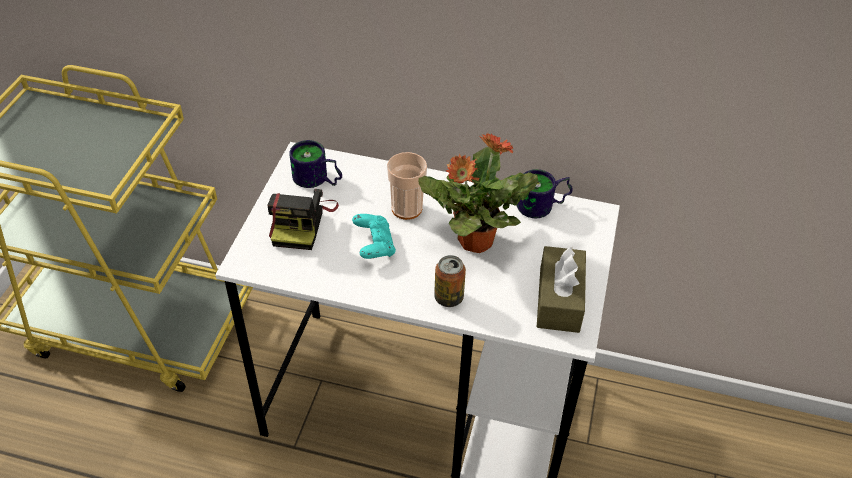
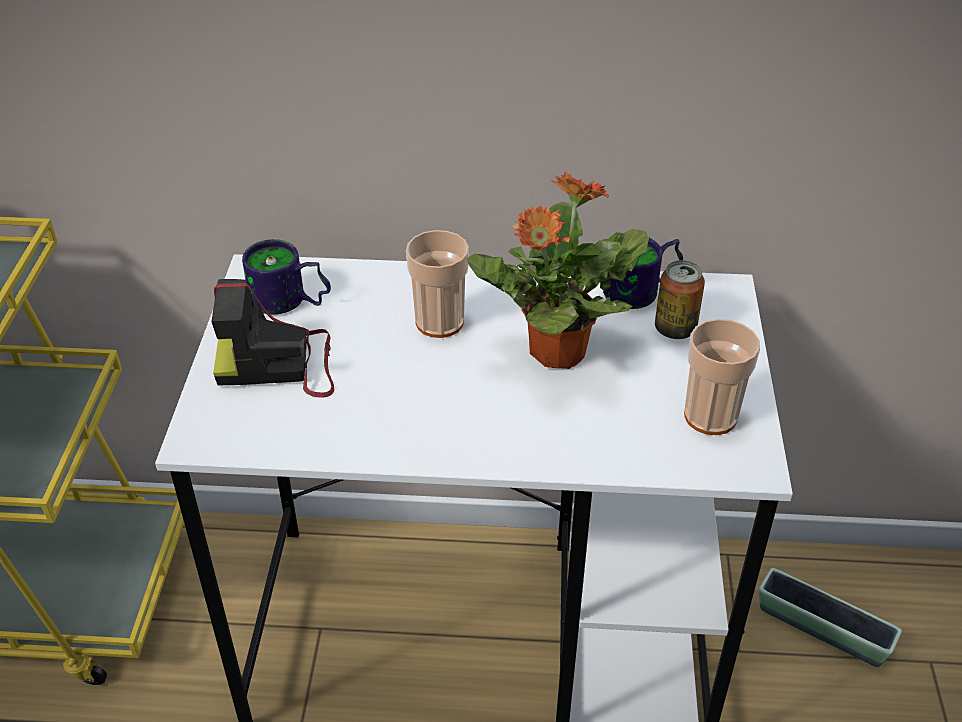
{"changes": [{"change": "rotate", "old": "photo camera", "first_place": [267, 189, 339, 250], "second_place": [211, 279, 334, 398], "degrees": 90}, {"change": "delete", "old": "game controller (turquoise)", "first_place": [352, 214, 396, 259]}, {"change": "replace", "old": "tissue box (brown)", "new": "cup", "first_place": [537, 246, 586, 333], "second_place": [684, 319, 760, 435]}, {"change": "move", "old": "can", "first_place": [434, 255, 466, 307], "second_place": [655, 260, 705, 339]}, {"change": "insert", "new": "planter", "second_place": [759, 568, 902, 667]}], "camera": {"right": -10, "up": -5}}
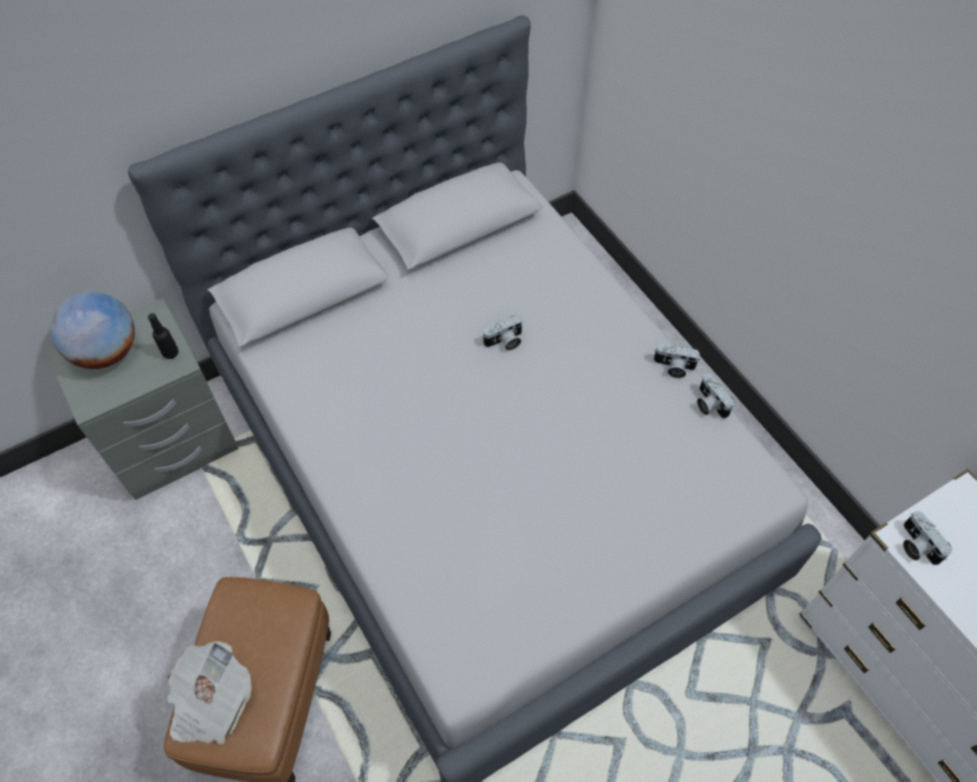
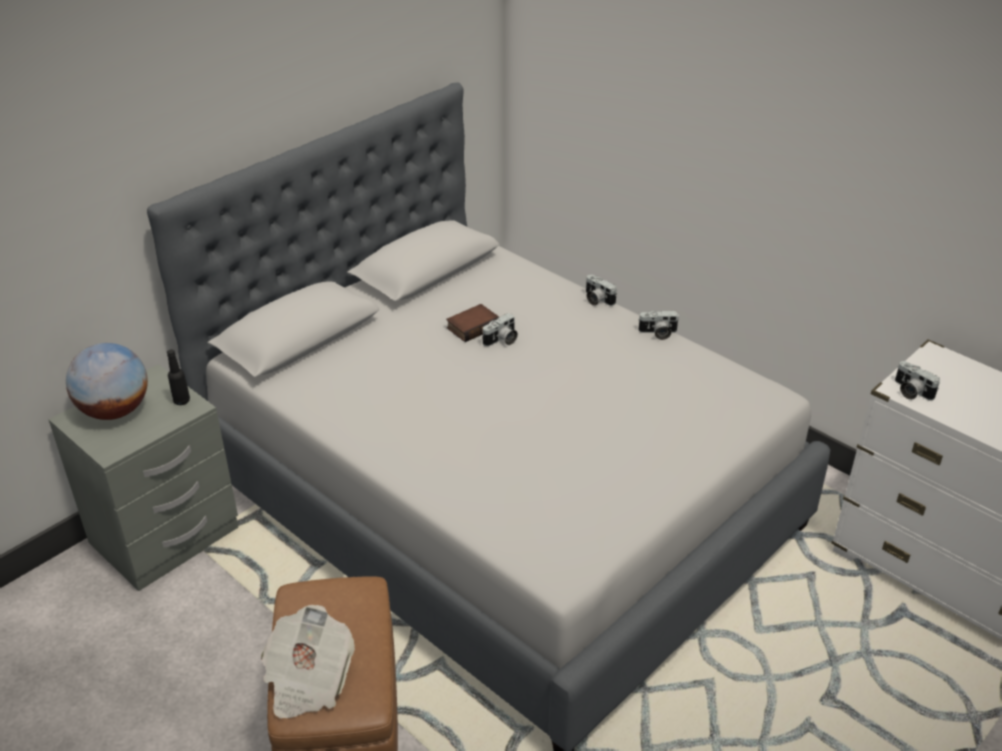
{"changes": [{"change": "move", "old": "photo camera", "first_place": [697, 374, 735, 419], "second_place": [586, 275, 617, 306]}, {"change": "insert", "new": "book", "second_place": [446, 304, 499, 342]}], "camera": {"right": -15, "up": -20}}
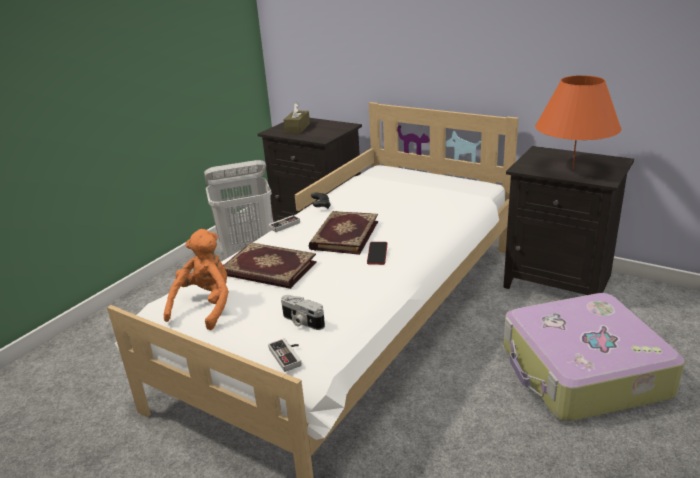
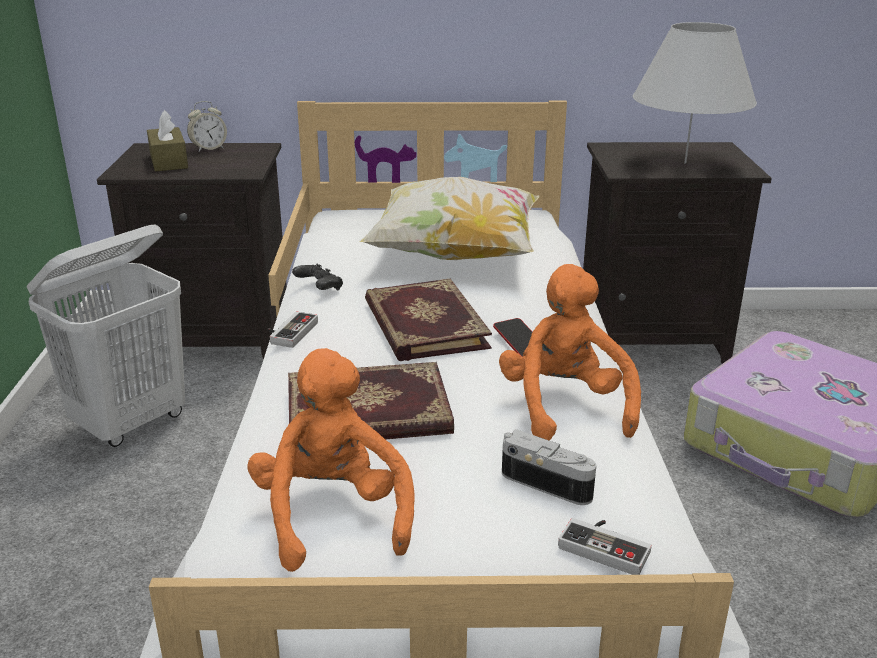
{"changes": [{"change": "recolor", "old": "table lamp (orange)", "new": "table lamp (white)", "first_place": [535, 75, 621, 169], "second_place": [633, 22, 757, 164]}, {"change": "rotate", "old": "photo camera", "first_place": [281, 295, 325, 330], "second_place": [502, 429, 596, 505], "degrees": -150}, {"change": "insert", "new": "alarm clock", "second_place": [187, 101, 227, 152]}, {"change": "insert", "new": "pillow", "second_place": [360, 177, 540, 260]}, {"change": "insert", "new": "plush toy (orange)", "second_place": [499, 264, 641, 440]}], "camera": {"right": -35, "up": 0}}
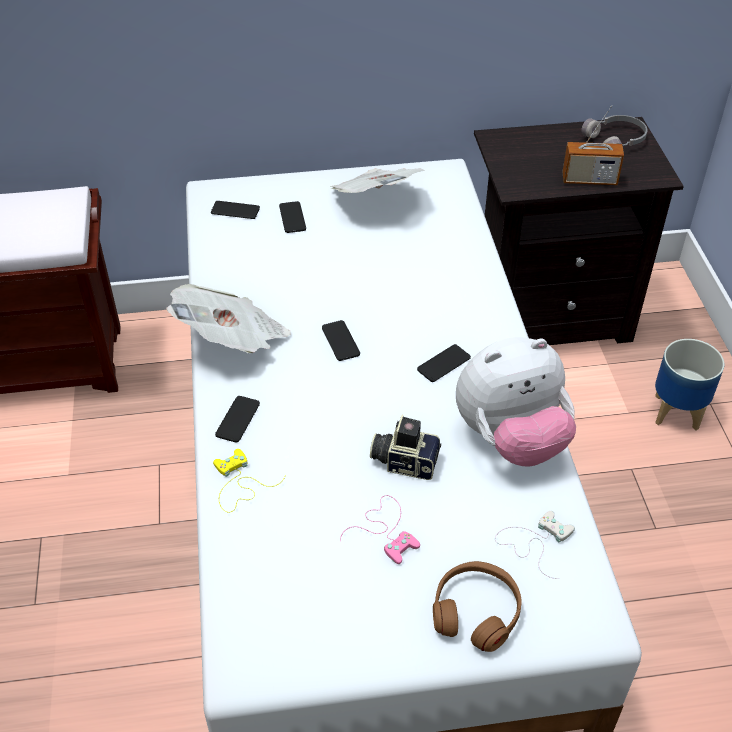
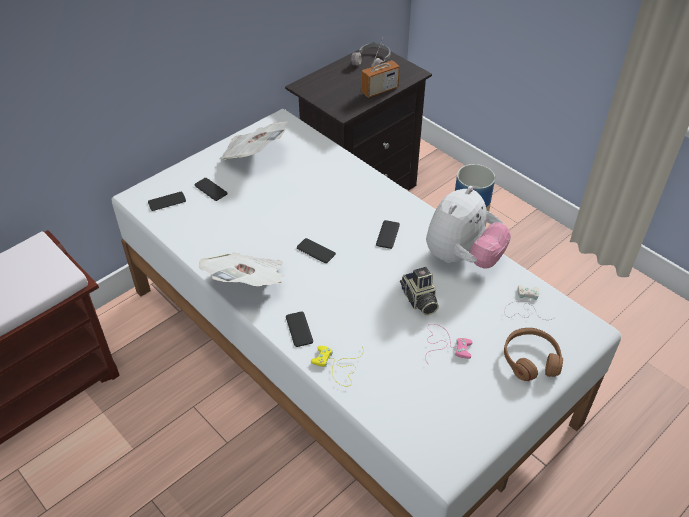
{"changes": [{"change": "rotate", "old": "photo camera", "first_place": [370, 415, 441, 480], "second_place": [400, 267, 439, 315], "degrees": -90}], "camera": {"right": -35, "up": 0}}
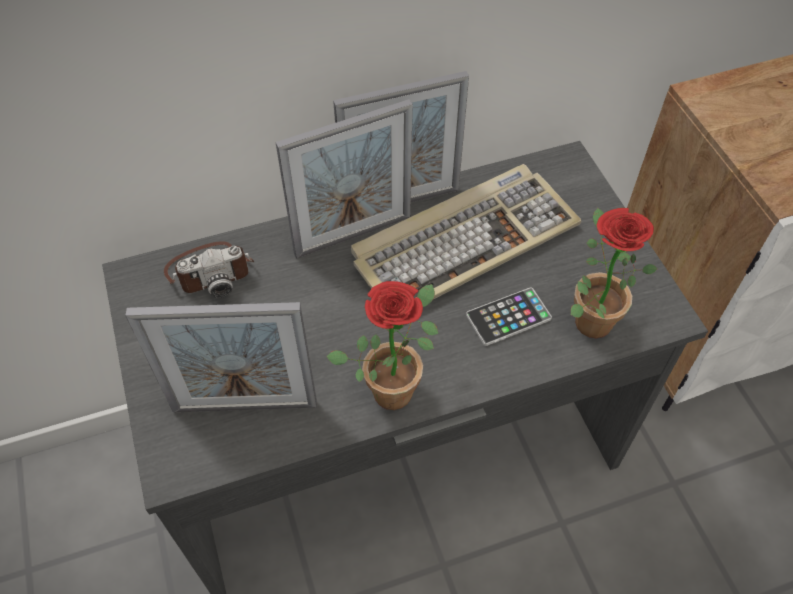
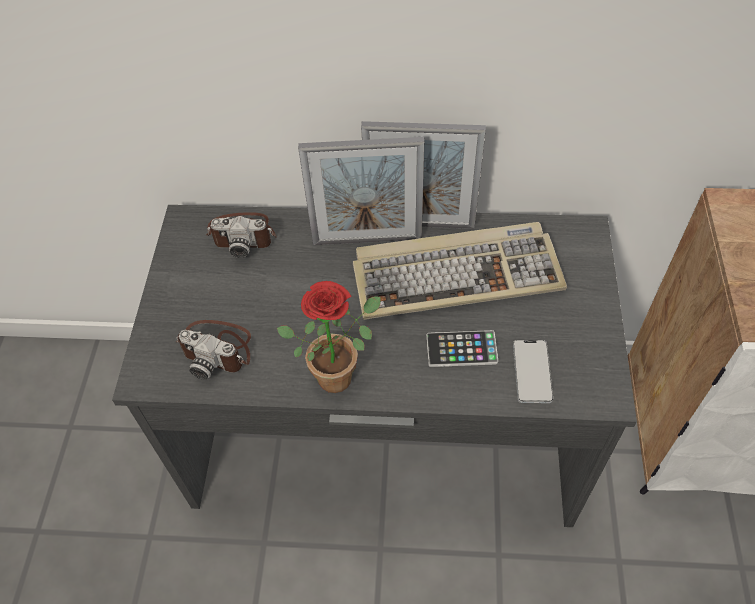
{"changes": [{"change": "replace", "old": "potted plant", "new": "phone", "first_place": [571, 208, 658, 338], "second_place": [513, 340, 553, 403]}, {"change": "replace", "old": "picture frame", "new": "photo camera", "first_place": [125, 302, 317, 412], "second_place": [175, 320, 251, 380]}], "camera": {"right": 25, "up": 0}}
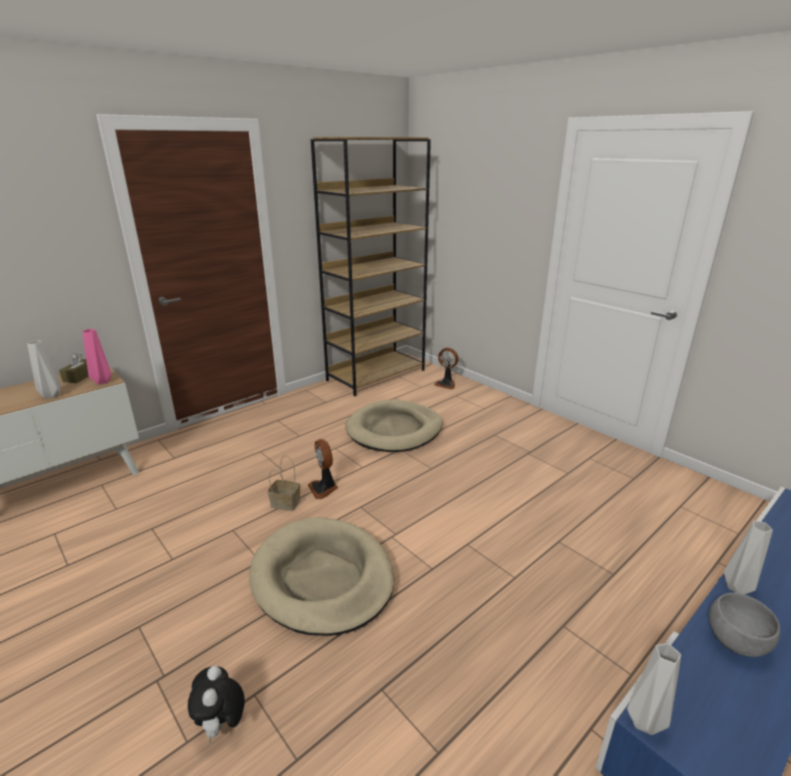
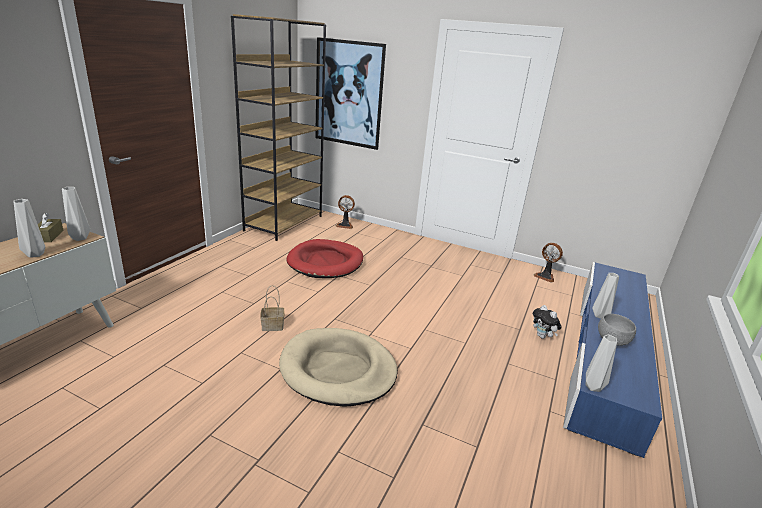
{"changes": [{"change": "recolor", "old": "vase (pink)", "new": "vase (grey)", "first_place": [82, 329, 111, 384], "second_place": [62, 187, 90, 241]}, {"change": "recolor", "old": "dog bed (beige)", "new": "dog bed (red)", "first_place": [345, 400, 443, 452], "second_place": [286, 239, 363, 278]}, {"change": "move", "old": "fan", "first_place": [308, 439, 338, 499], "second_place": [534, 243, 563, 282]}, {"change": "move", "old": "plush toy", "first_place": [188, 666, 245, 744], "second_place": [533, 305, 562, 339]}, {"change": "insert", "new": "picture", "second_place": [315, 37, 386, 150]}], "camera": {"right": -25, "up": 0}}
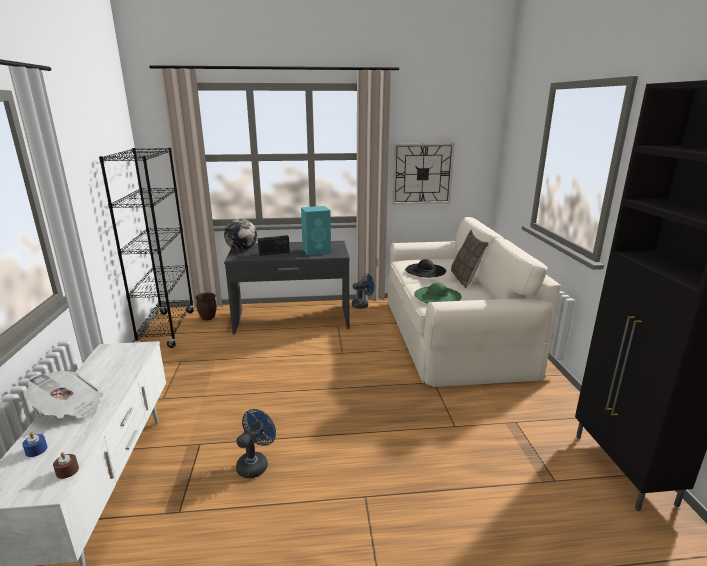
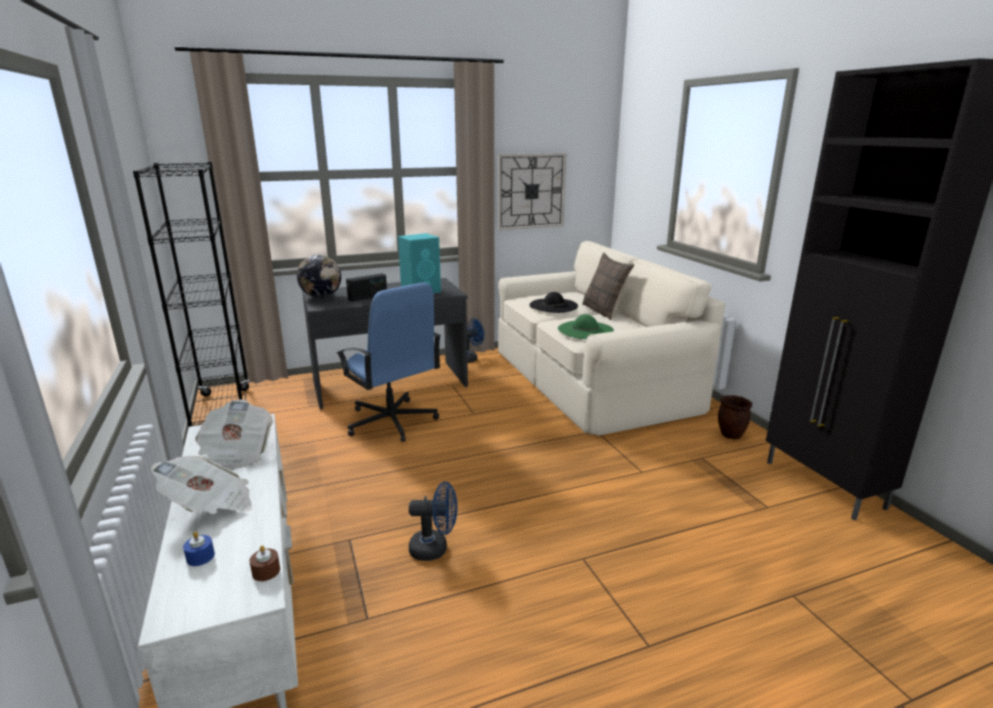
{"changes": [{"change": "move", "old": "planter (brown)", "first_place": [196, 292, 217, 320], "second_place": [718, 395, 752, 439]}, {"change": "rotate", "old": "fan (blue)", "first_place": [236, 409, 276, 478], "second_place": [409, 482, 457, 561], "degrees": 75}, {"change": "insert", "new": "office chair (blue)", "second_place": [337, 283, 441, 442]}, {"change": "insert", "new": "newspaper", "second_place": [195, 399, 273, 471]}], "camera": {"right": -15, "up": 0}}
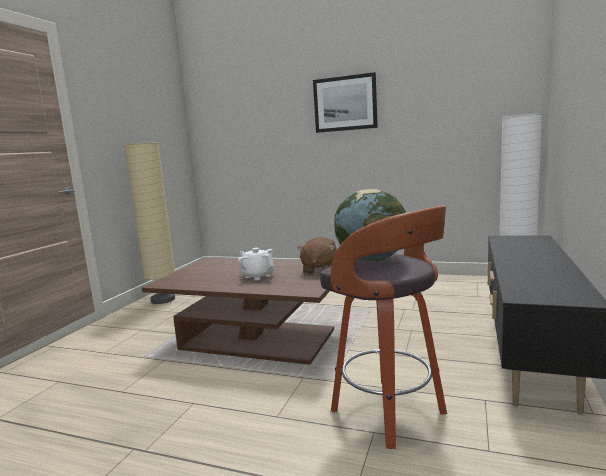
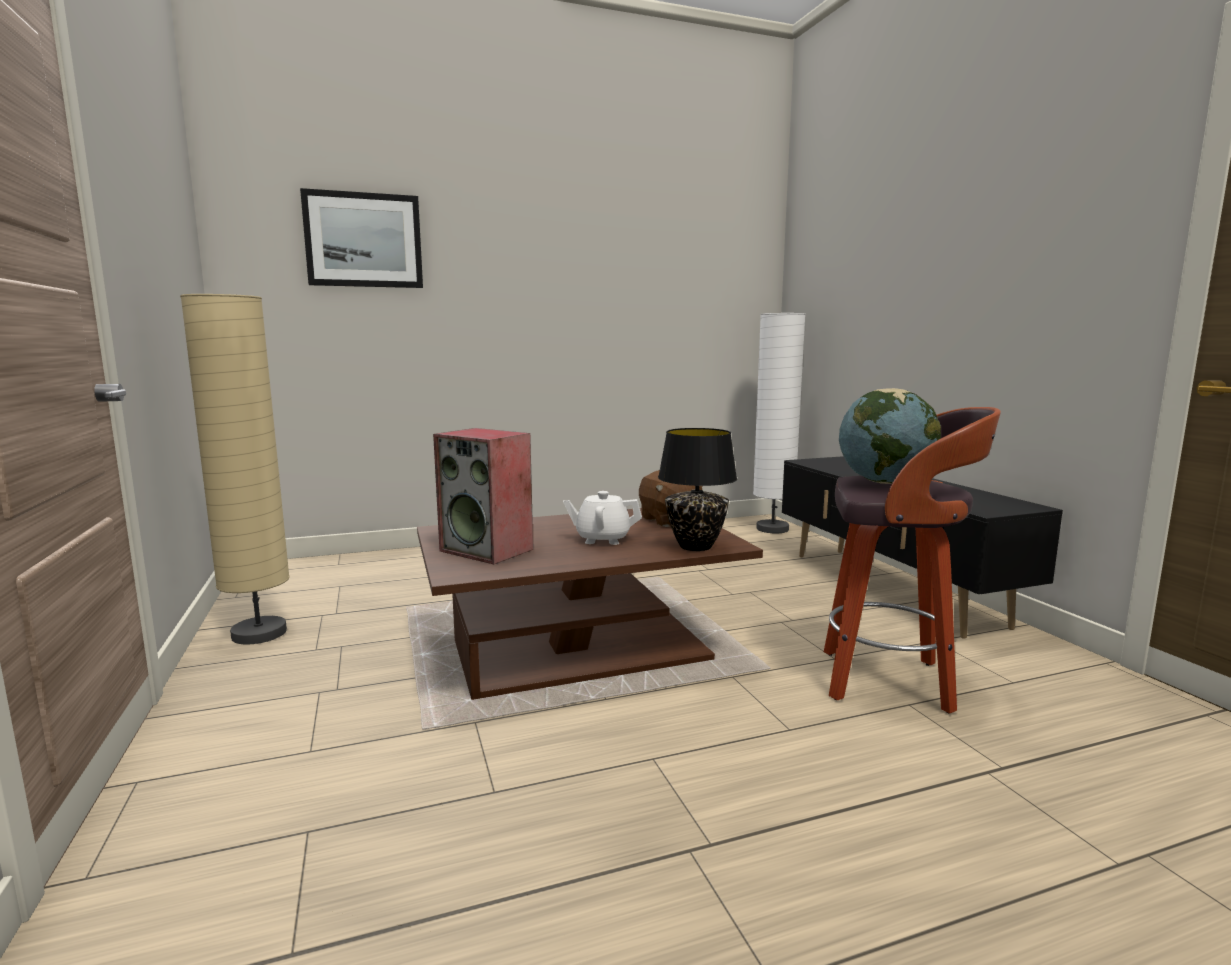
{"changes": [{"change": "move", "old": "picture", "first_place": [313, 72, 378, 133], "second_place": [300, 188, 423, 288]}, {"change": "insert", "new": "speaker", "second_place": [433, 428, 533, 564]}, {"change": "insert", "new": "table lamp (black)", "second_place": [658, 428, 737, 551]}], "camera": {"right": -40, "up": 0}}
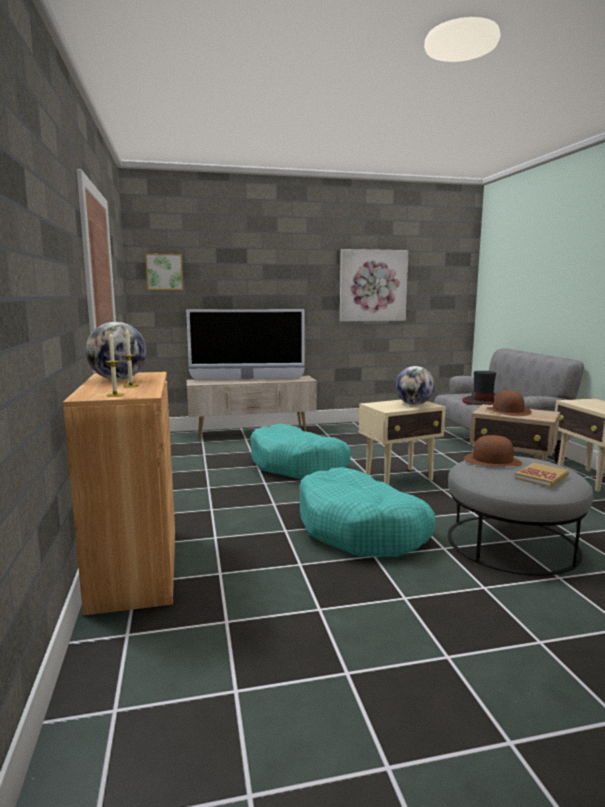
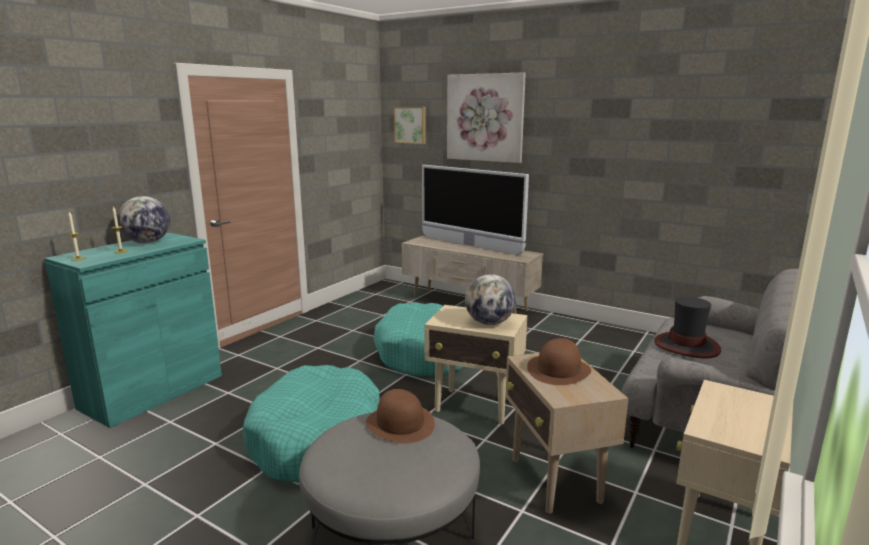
{"changes": [{"change": "move", "old": "picture", "first_place": [340, 249, 409, 321], "second_place": [447, 72, 526, 163]}, {"change": "recolor", "old": "cabinet (brown)", "new": "cabinet (turquoise)", "first_place": [63, 372, 175, 616], "second_place": [44, 233, 222, 428]}, {"change": "delete", "old": "book", "first_place": [515, 463, 569, 488]}], "camera": {"right": 45, "up": 5}}
